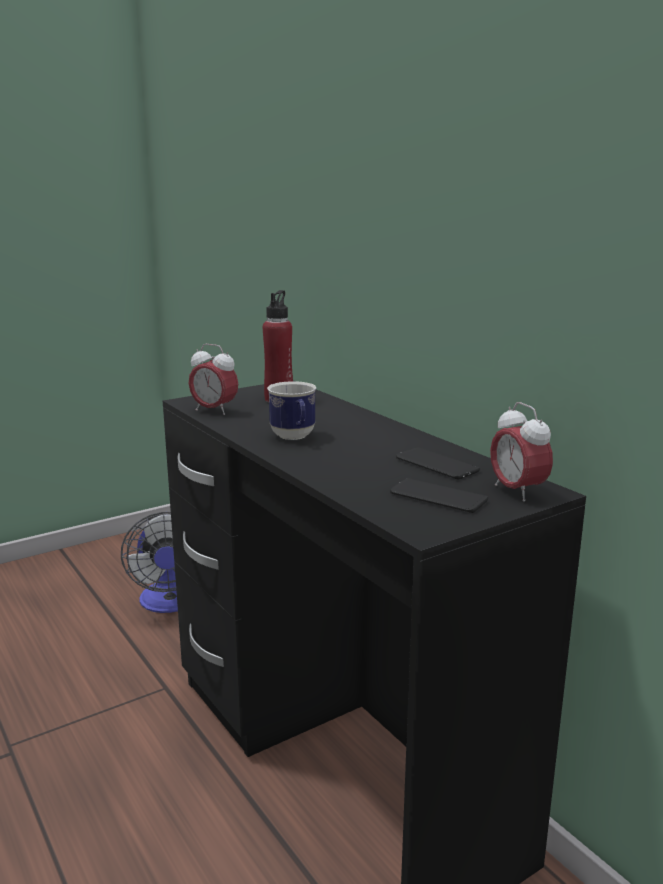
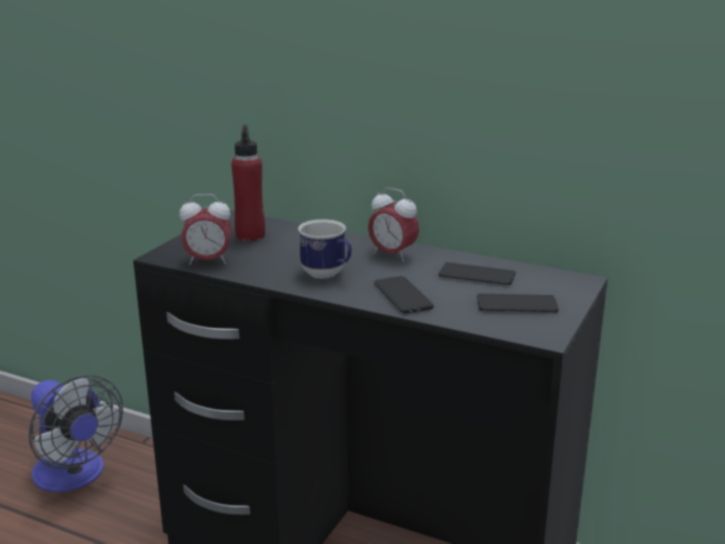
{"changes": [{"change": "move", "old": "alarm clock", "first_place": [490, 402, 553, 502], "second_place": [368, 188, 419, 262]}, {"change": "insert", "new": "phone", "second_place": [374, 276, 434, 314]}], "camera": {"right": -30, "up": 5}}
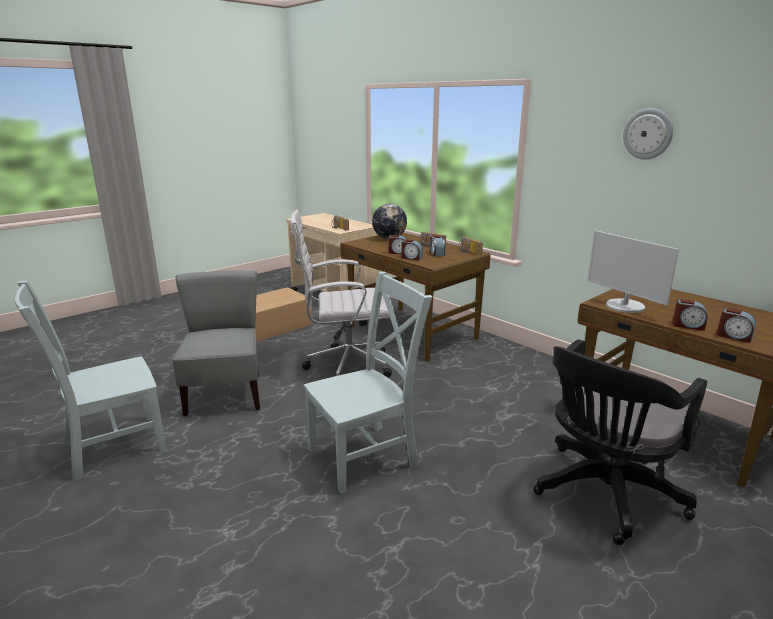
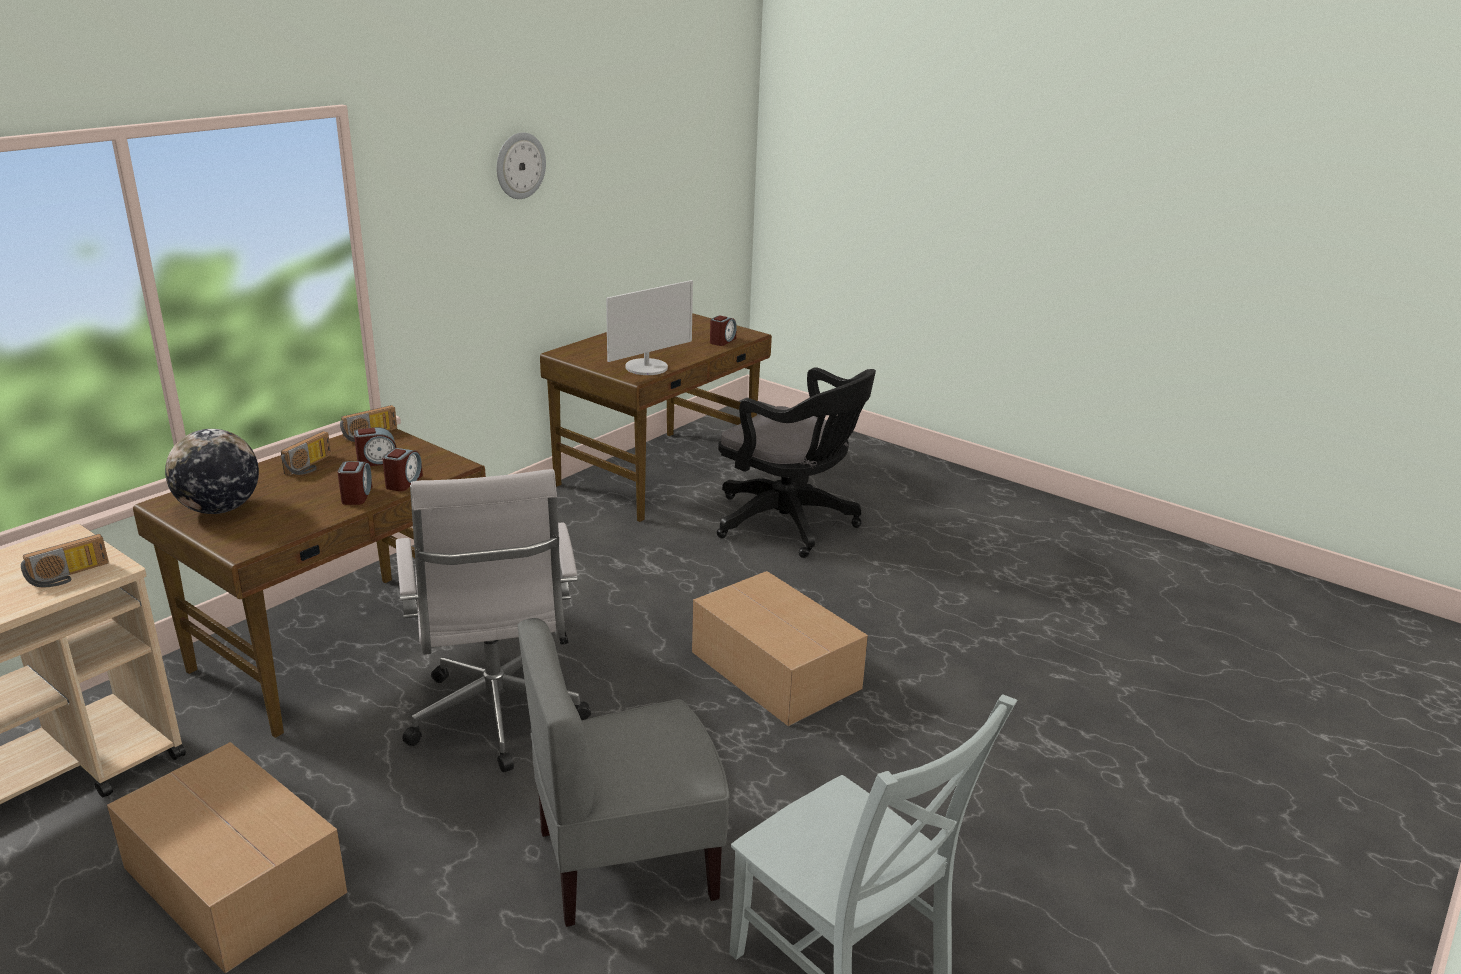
{"changes": [{"change": "replace", "old": "chair (grey)", "new": "cardboard box", "first_place": [304, 271, 432, 494], "second_place": [692, 571, 868, 726]}, {"change": "delete", "old": "alarm clock", "first_place": [673, 299, 708, 331]}], "camera": {"right": -100, "up": 5}}
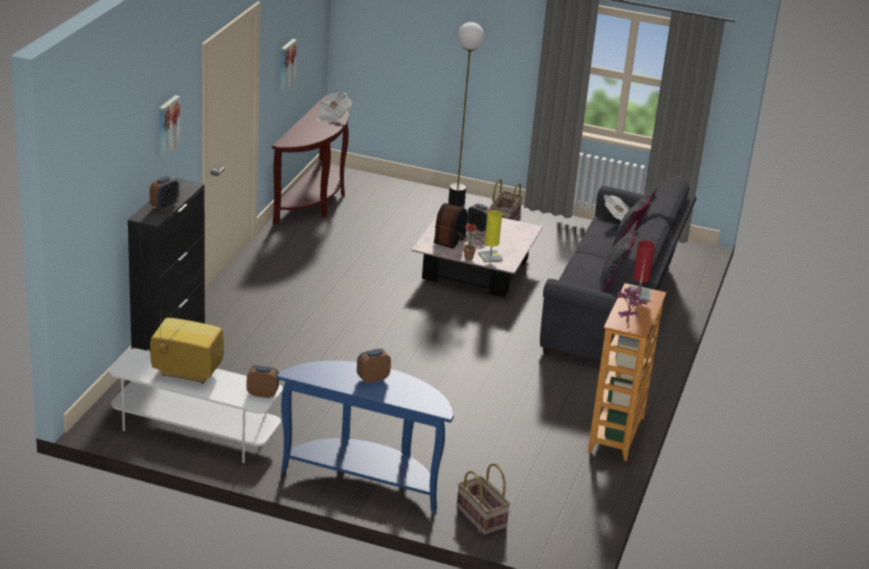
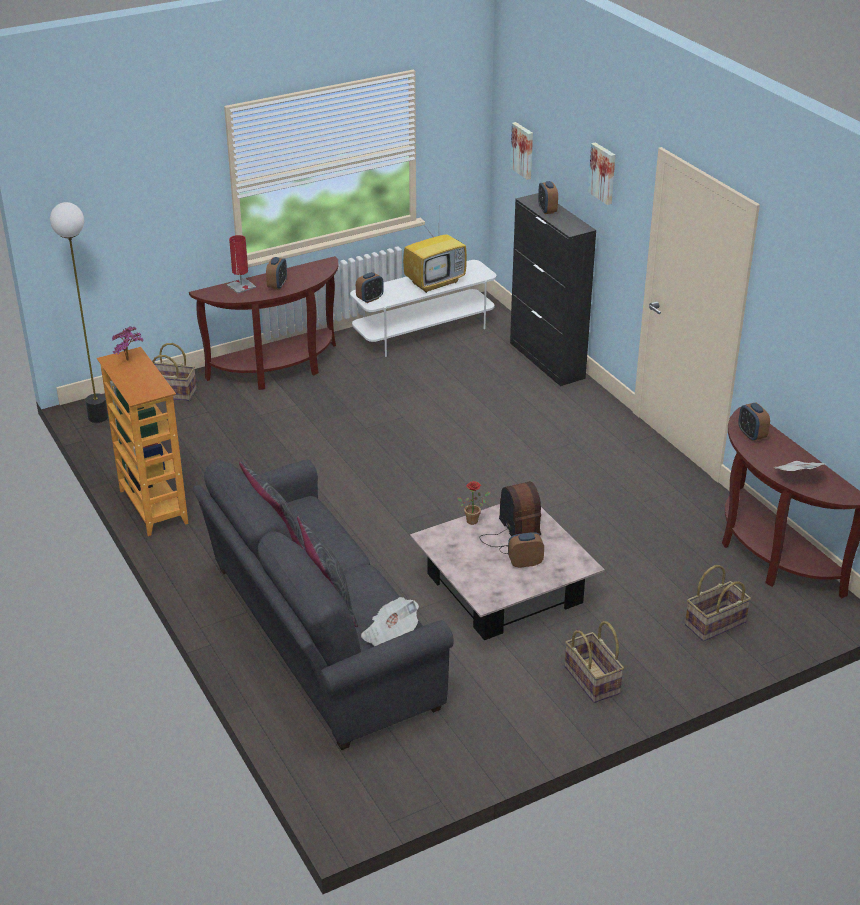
{"changes": [{"change": "move", "old": "floor lamp", "first_place": [448, 22, 484, 207], "second_place": [50, 202, 108, 423]}, {"change": "move", "old": "picture", "first_place": [280, 39, 297, 91], "second_place": [510, 122, 533, 180]}, {"change": "delete", "old": "table lamp (yellow)", "first_place": [478, 211, 503, 262]}, {"change": "move", "old": "table lamp (red)", "first_place": [628, 240, 655, 301], "second_place": [227, 235, 256, 294]}, {"change": "recolor", "old": "console table (blue)", "new": "console table (brown)", "first_place": [277, 361, 454, 513], "second_place": [189, 256, 338, 390]}, {"change": "insert", "new": "alarm clock", "second_place": [738, 402, 770, 441]}, {"change": "insert", "new": "basket", "second_place": [685, 565, 751, 641]}], "camera": {"right": 135, "up": 5}}
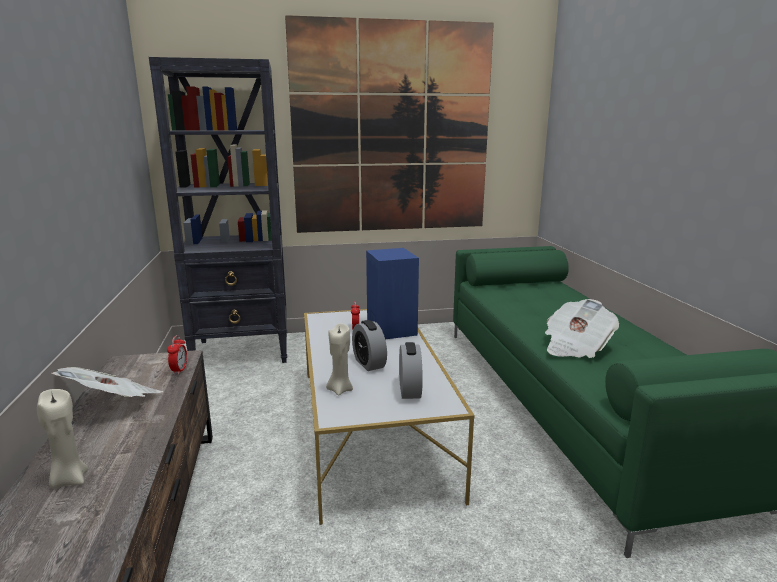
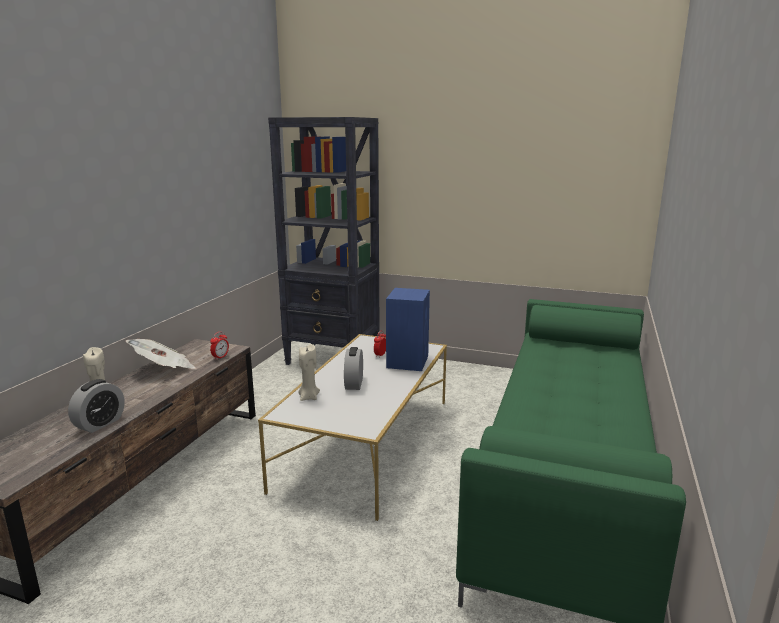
{"changes": [{"change": "delete", "old": "picture", "first_place": [285, 15, 494, 233]}, {"change": "delete", "old": "newspaper", "first_place": [545, 299, 619, 358]}, {"change": "move", "old": "alarm clock", "first_place": [399, 342, 423, 399], "second_place": [68, 379, 125, 433]}], "camera": {"right": 30, "up": 0}}
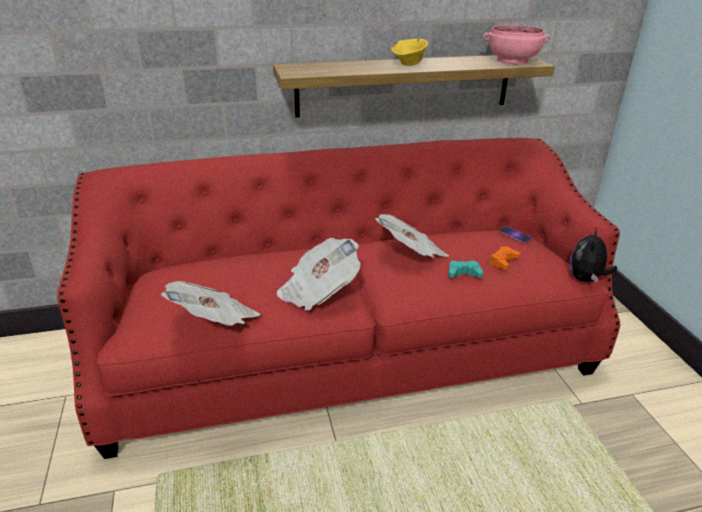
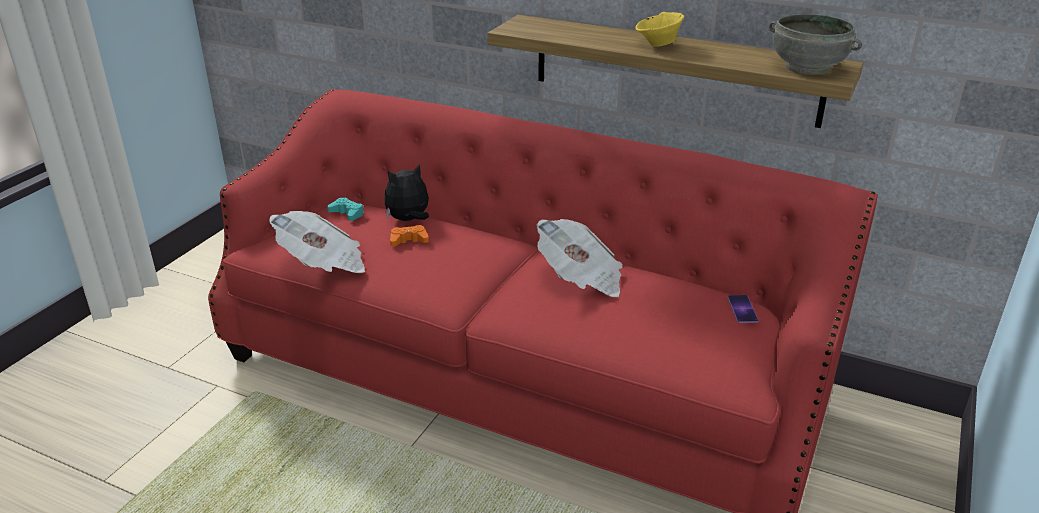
{"changes": [{"change": "recolor", "old": "bowl (pink)", "new": "bowl (grey)", "first_place": [483, 25, 551, 65], "second_place": [769, 14, 862, 75]}, {"change": "move", "old": "plush toy", "first_place": [570, 229, 617, 283], "second_place": [384, 164, 429, 221]}, {"change": "delete", "old": "newspaper", "first_place": [277, 238, 361, 311]}, {"change": "move", "old": "game controller (orange)", "first_place": [489, 246, 520, 270], "second_place": [390, 225, 429, 246]}, {"change": "move", "old": "game controller (turquoise)", "first_place": [449, 261, 483, 278], "second_place": [327, 198, 364, 221]}], "camera": {"right": 40, "up": 0}}
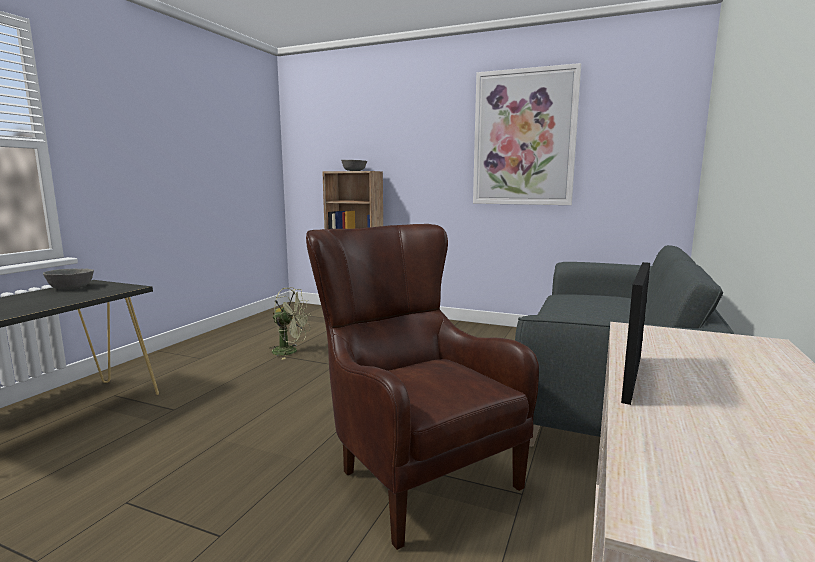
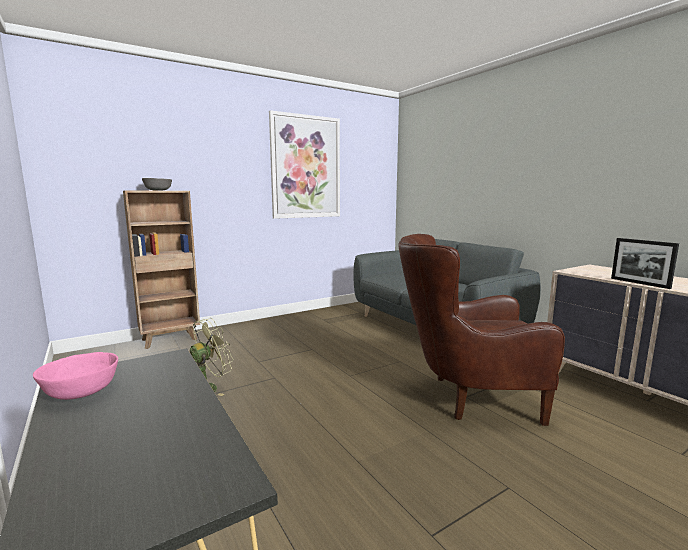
{"changes": [{"change": "recolor", "old": "bowl (grey)", "new": "bowl (pink)", "first_place": [43, 269, 94, 290], "second_place": [33, 352, 118, 400]}], "camera": {"right": -55, "up": 0}}
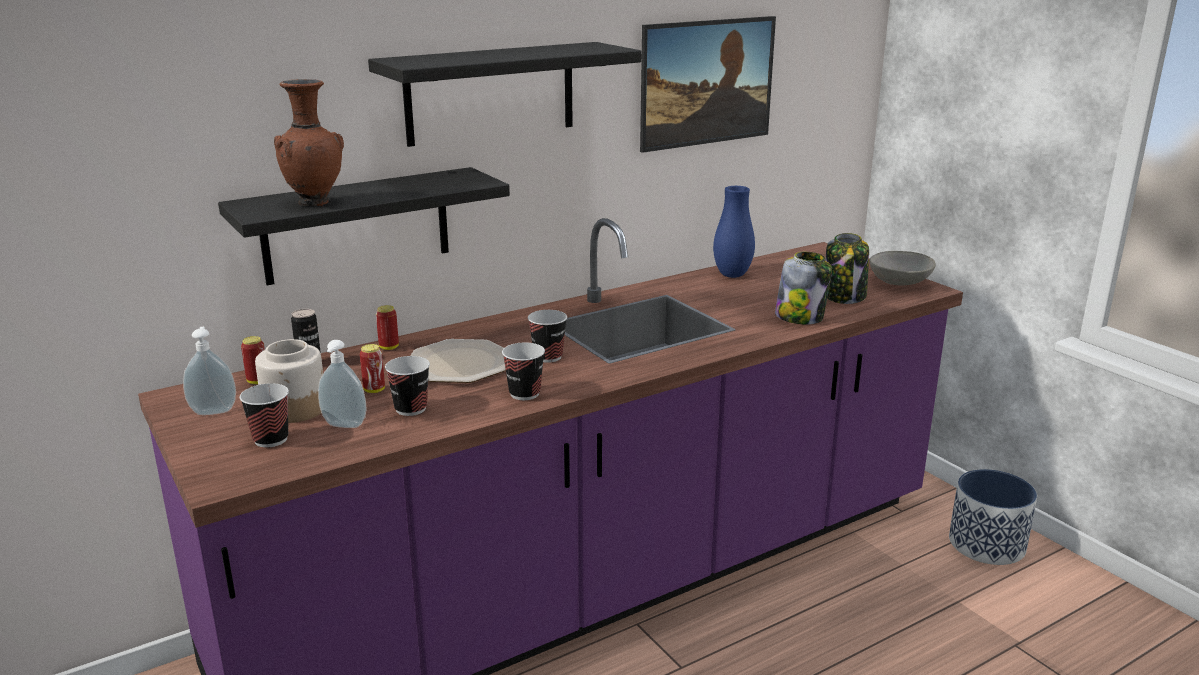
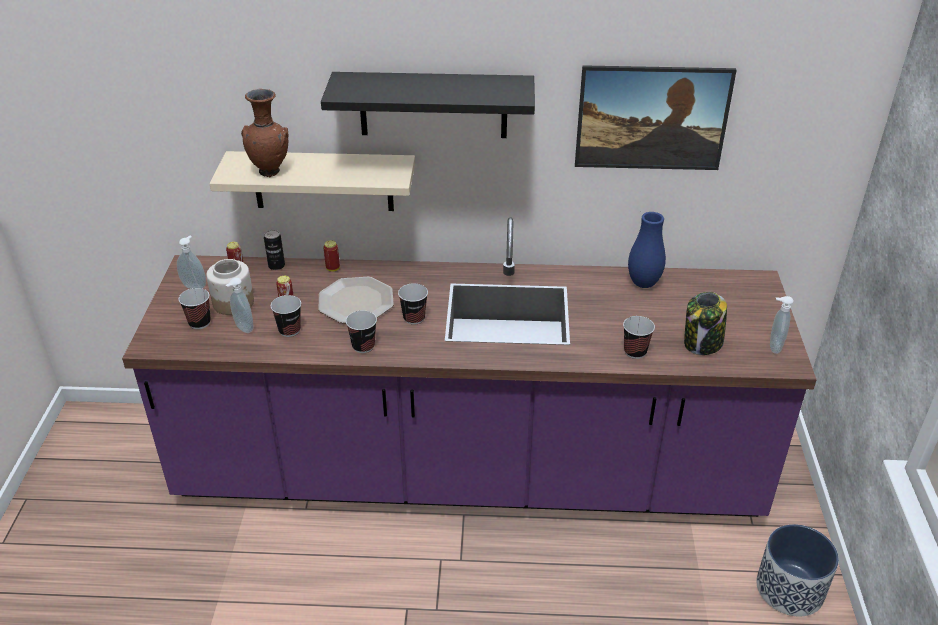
{"changes": [{"change": "recolor", "old": "shelf (black)", "new": "shelf (beige)", "first_place": [218, 167, 510, 285], "second_place": [210, 151, 415, 211]}, {"change": "replace", "old": "bowl (grey)", "new": "soap dispenser", "first_place": [870, 251, 936, 286], "second_place": [770, 296, 794, 354]}, {"change": "replace", "old": "jar", "new": "cup", "first_place": [775, 252, 832, 324], "second_place": [623, 316, 655, 359]}], "camera": {"right": 35, "up": 15}}
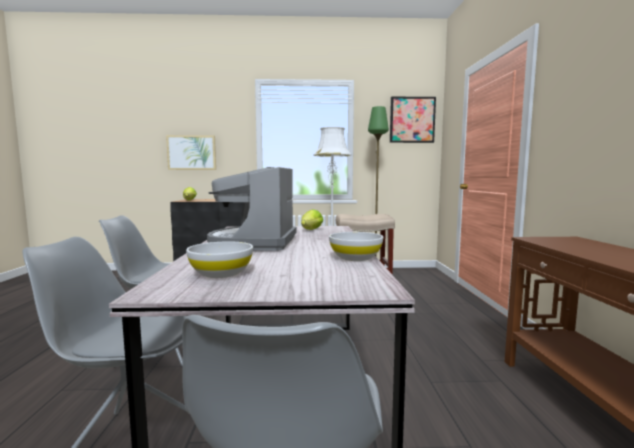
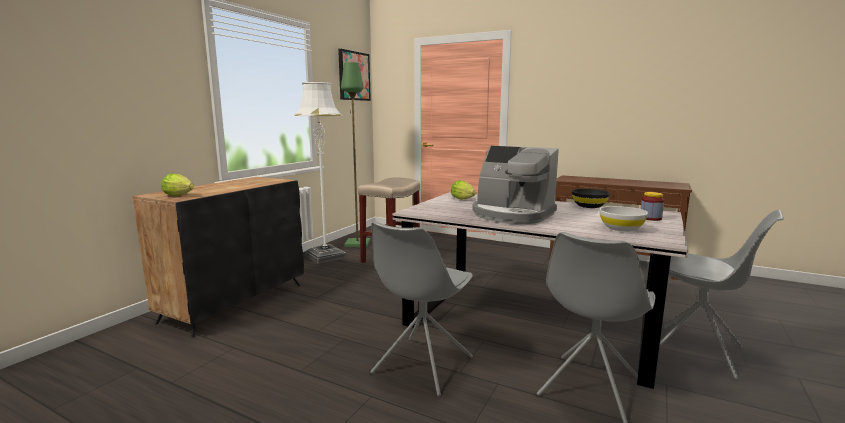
{"changes": [{"change": "delete", "old": "picture", "first_place": [166, 135, 216, 170]}, {"change": "recolor", "old": "bowl (white)", "new": "bowl (black)", "first_place": [329, 232, 383, 261], "second_place": [572, 189, 610, 208]}, {"change": "insert", "new": "jar", "second_place": [641, 192, 664, 221]}], "camera": {"right": -60, "up": 5}}
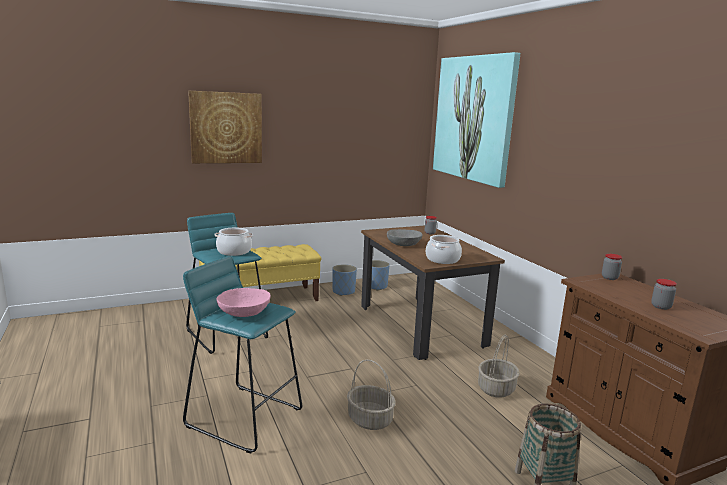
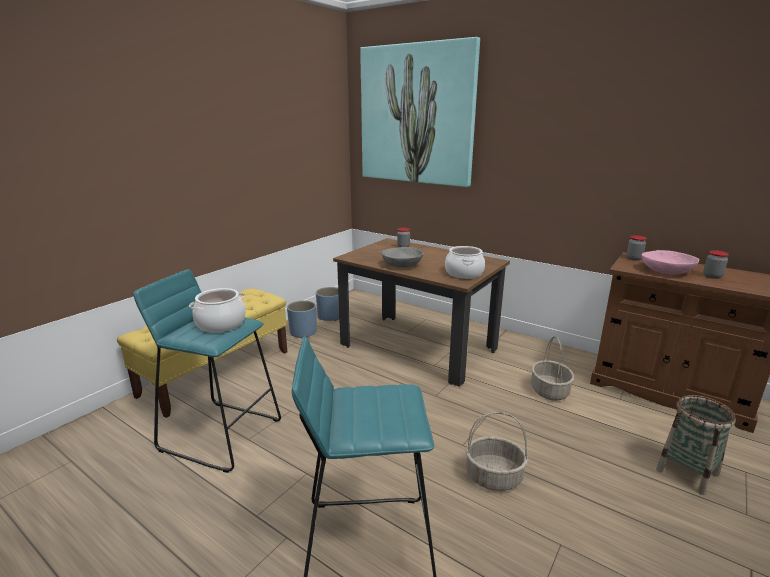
{"changes": [{"change": "delete", "old": "picture", "first_place": [188, 91, 262, 163]}, {"change": "move", "old": "bowl (pink)", "first_place": [216, 288, 271, 317], "second_place": [641, 250, 699, 274]}], "camera": {"right": -30, "up": 5}}
